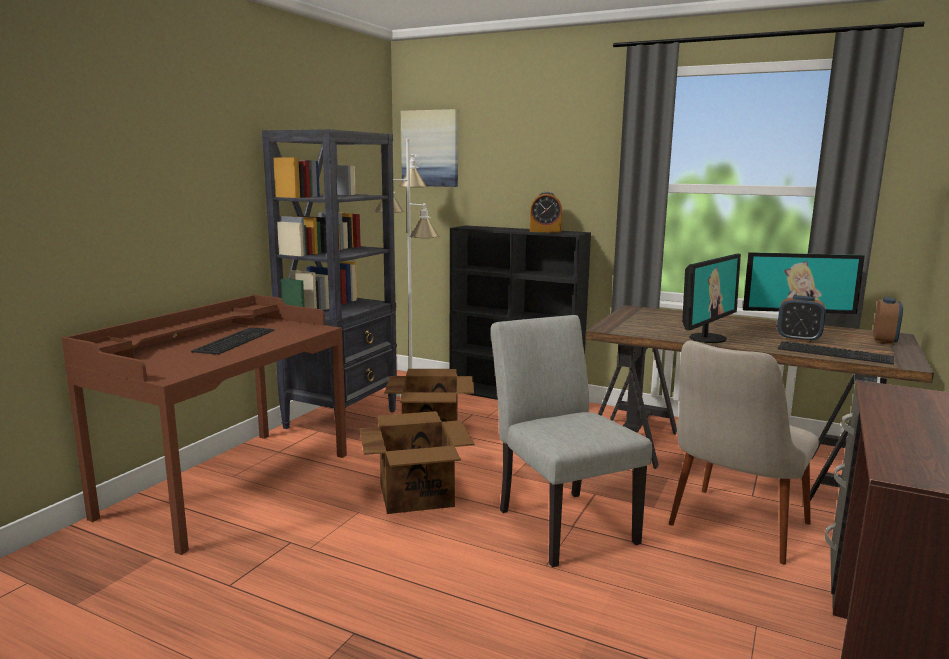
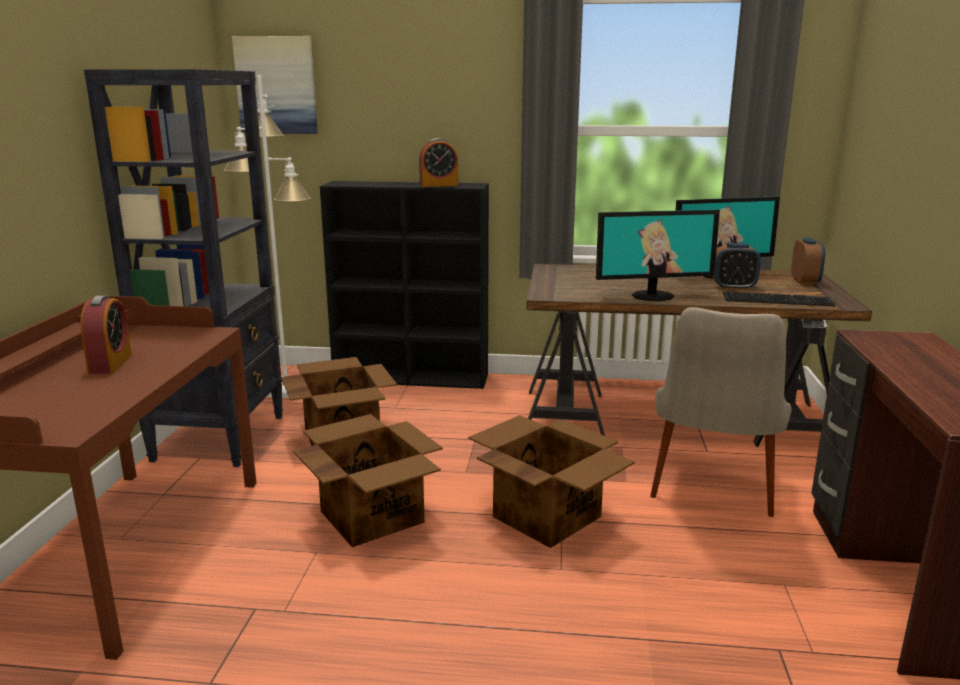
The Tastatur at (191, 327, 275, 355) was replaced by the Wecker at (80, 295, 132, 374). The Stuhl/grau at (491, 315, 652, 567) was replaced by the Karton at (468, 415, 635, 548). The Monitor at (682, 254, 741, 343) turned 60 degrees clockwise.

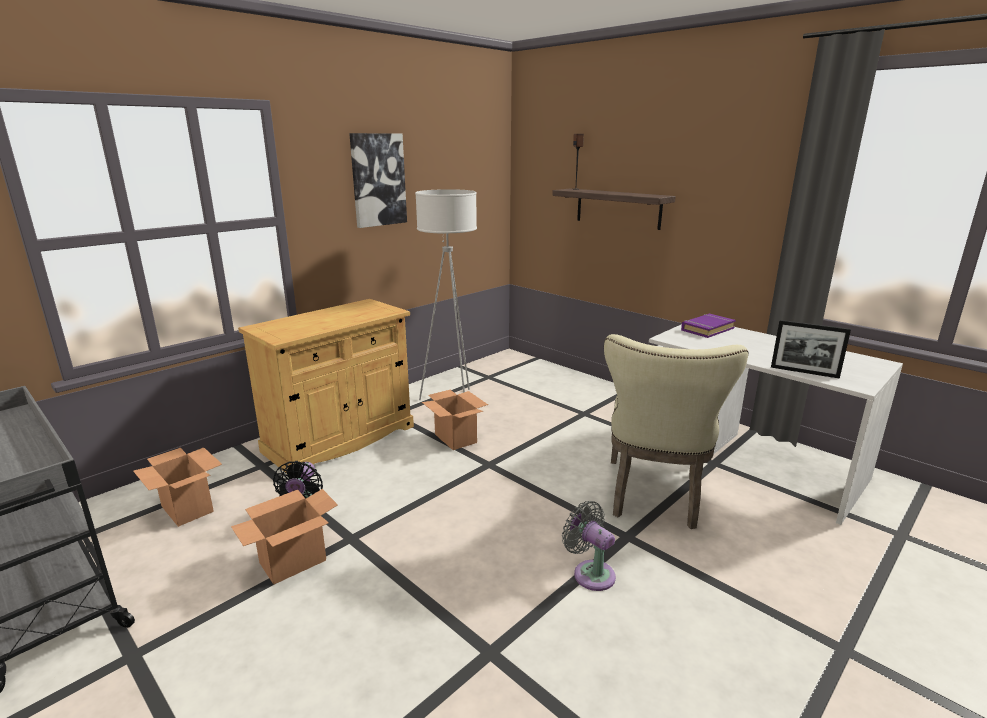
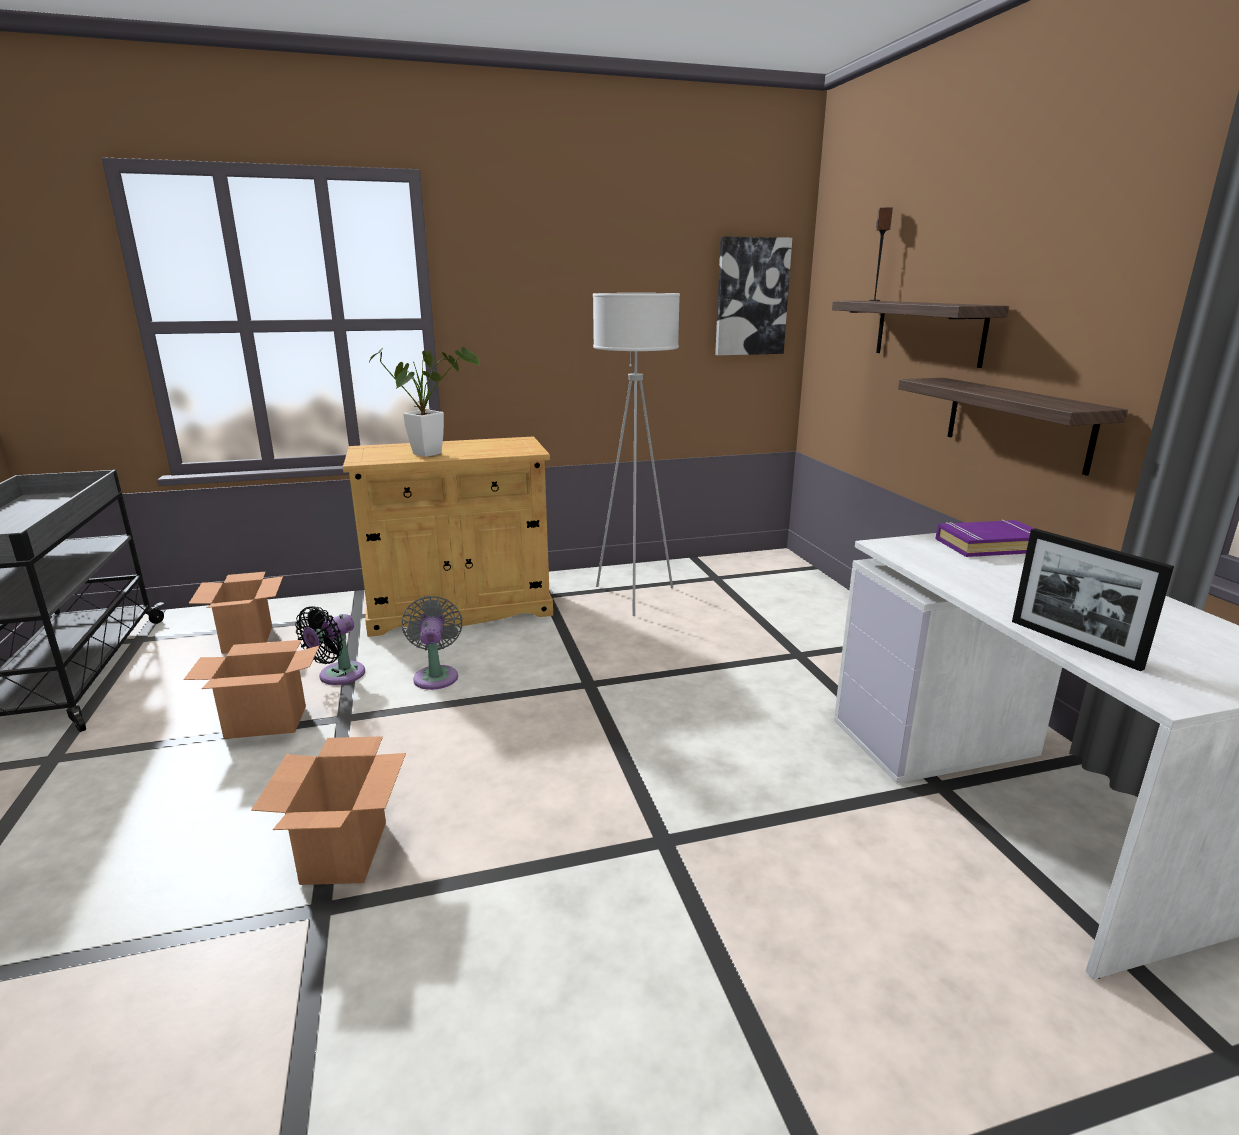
The Stuhl/beige at (604, 334, 749, 529) disappeared. The Topfpflanze at (368, 347, 480, 457) appeared. The Wandregal at (898, 378, 1128, 476) appeared. The Bild moved from (349, 133, 407, 228) to (715, 237, 792, 355). The Karton moved from (422, 390, 488, 450) to (251, 736, 406, 885). The Ventilator/grau moved from (562, 501, 616, 591) to (402, 596, 463, 690).

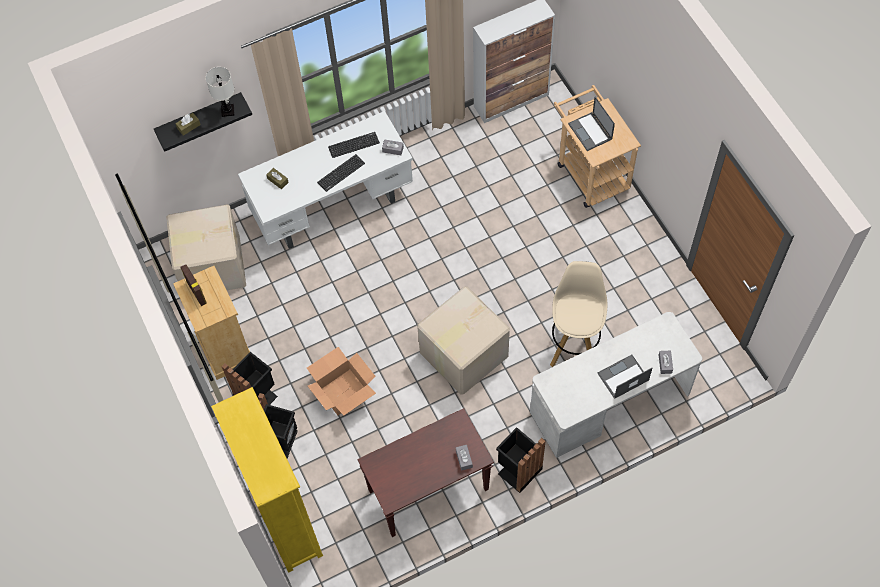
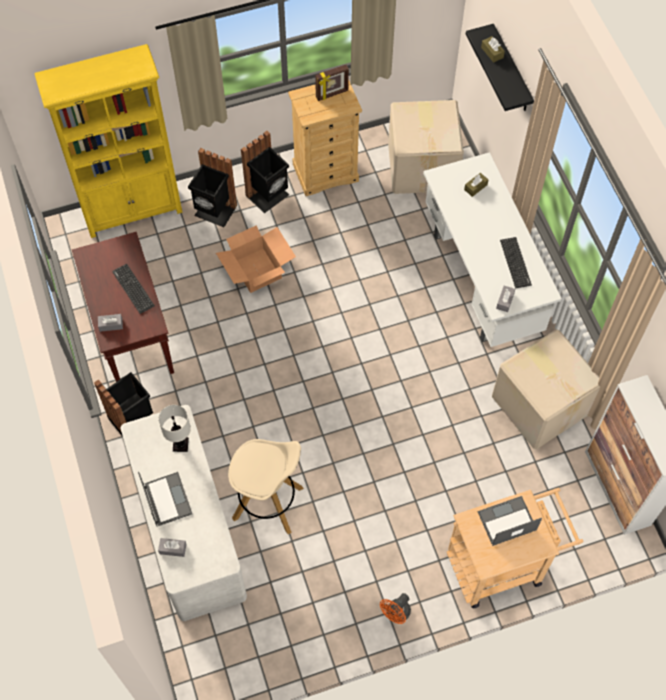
The Ventilator/orange at (380, 593, 411, 624) appeared. The Tischlampe/weiß moved from (206, 67, 235, 117) to (158, 405, 191, 452). The Tastatur moved from (317, 154, 365, 192) to (112, 264, 155, 314). The Karton moved from (417, 287, 510, 395) to (492, 330, 600, 449).

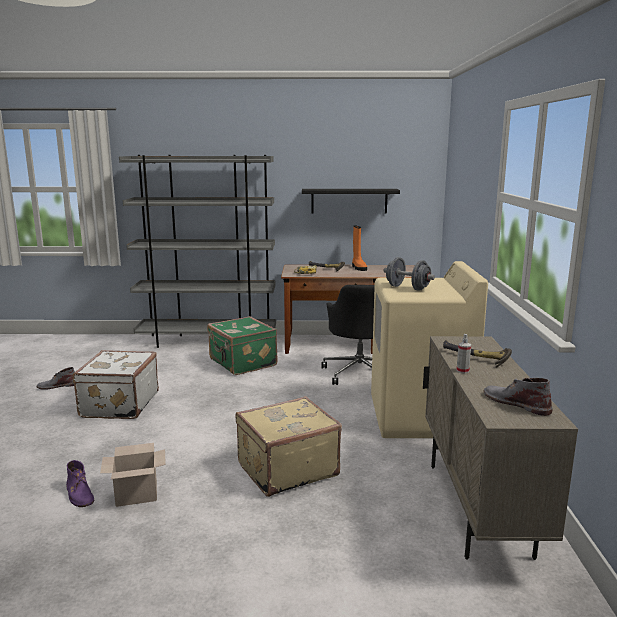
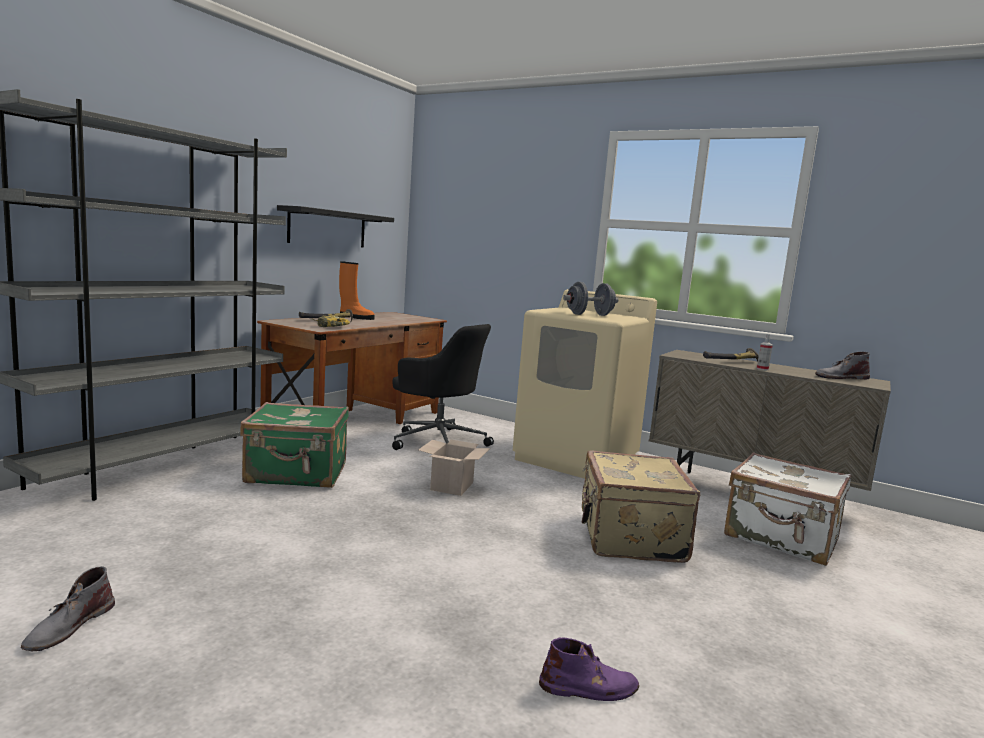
The Koffer/weiß moved from (72, 350, 159, 419) to (724, 452, 851, 566). The Karton moved from (100, 443, 166, 507) to (418, 440, 490, 496).

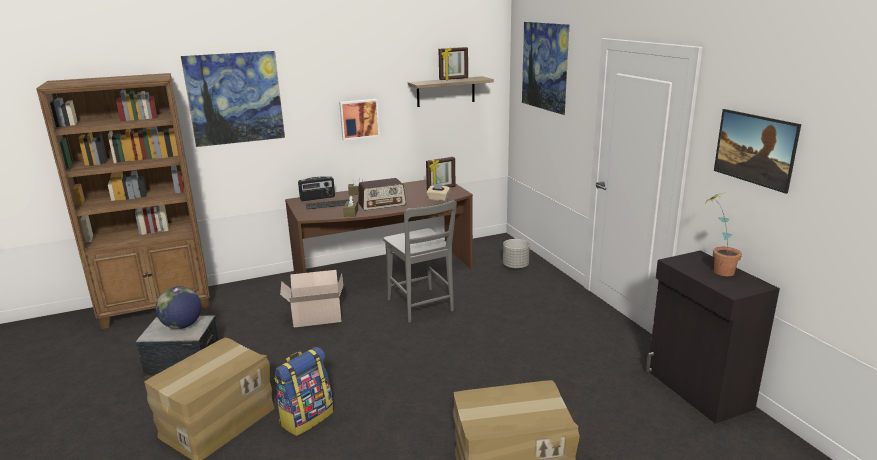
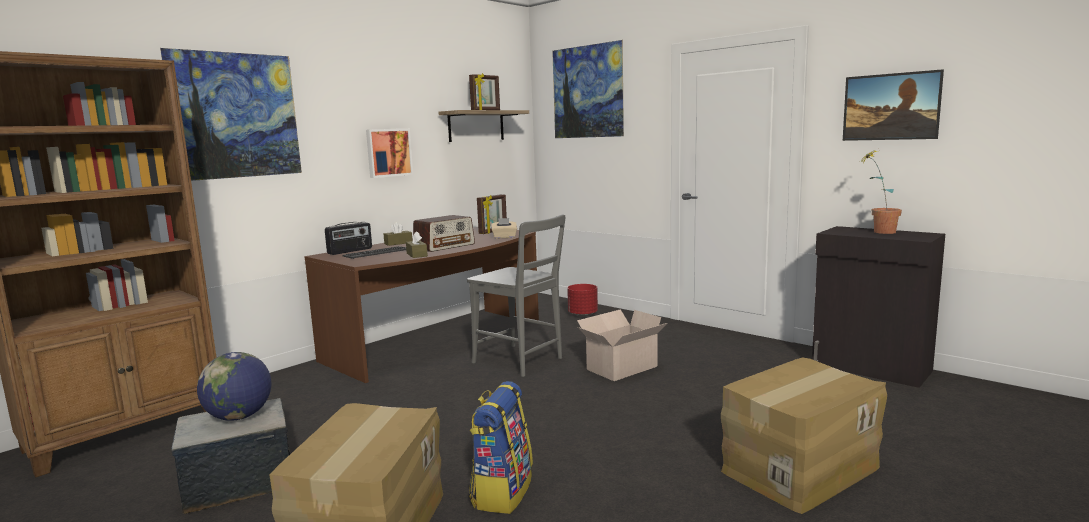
The Karton moved from (280, 270, 343, 328) to (577, 309, 667, 381). The Pflanzkübel/grau at (503, 239, 530, 269) became the Pflanzkübel/rot at (567, 284, 598, 316).

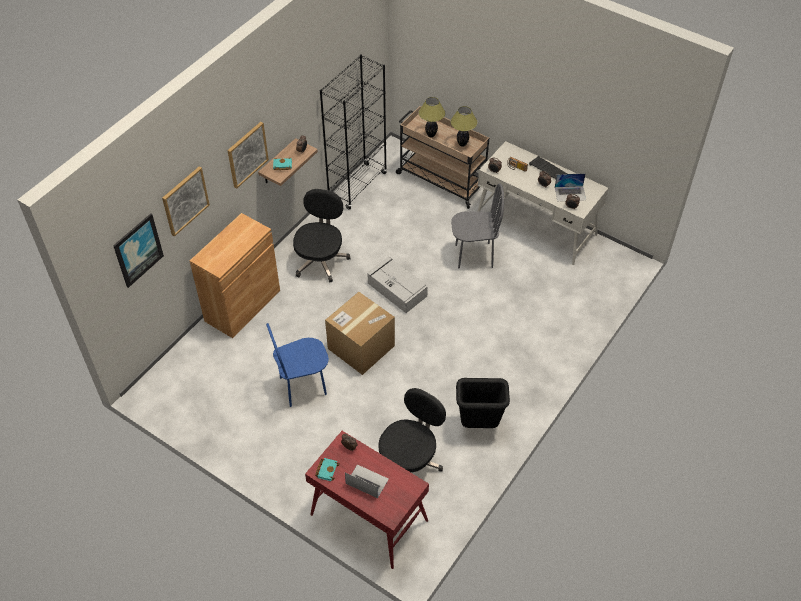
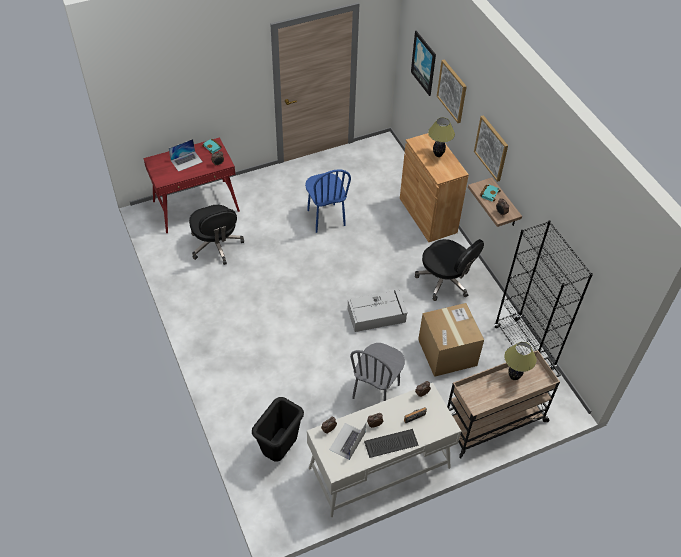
The Karton moved from (325, 292, 395, 375) to (418, 303, 484, 377). The Tischlampe moved from (450, 106, 478, 147) to (428, 117, 455, 157). The Mülleimer/schwarz moved from (456, 378, 510, 428) to (252, 397, 304, 462). The Stuhl/blau at (266, 323, 329, 407) turned 150 degrees clockwise.

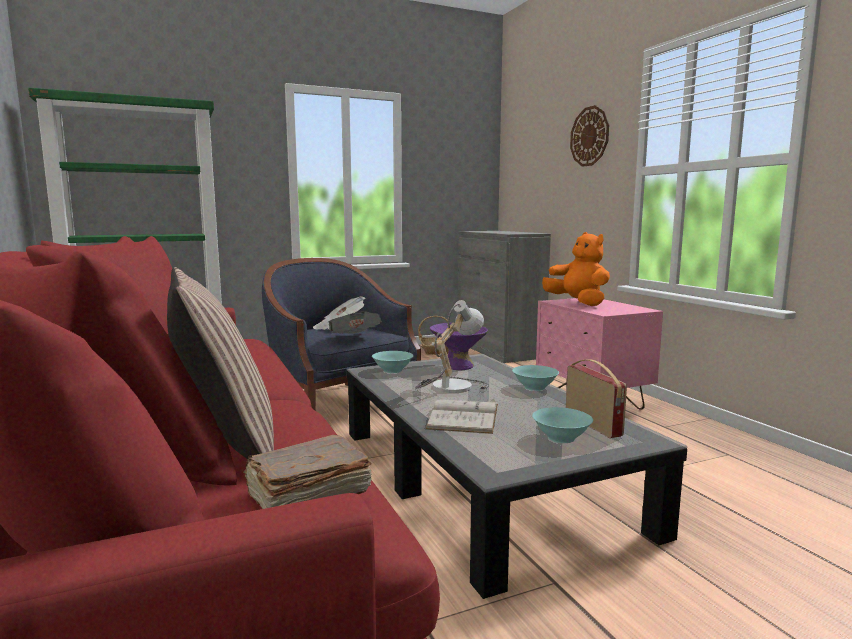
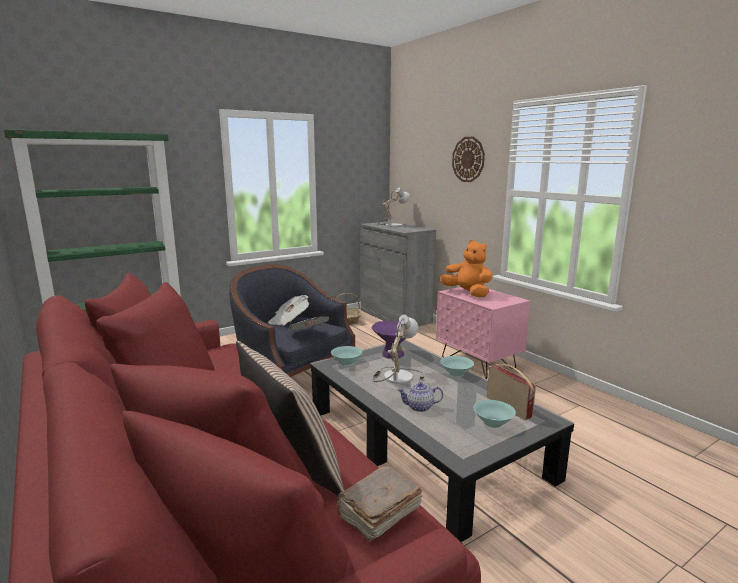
The Tischlampe at (377, 187, 410, 227) appeared. The Buch/weiß at (426, 399, 498, 434) was replaced by the Teekanne at (397, 382, 443, 412).

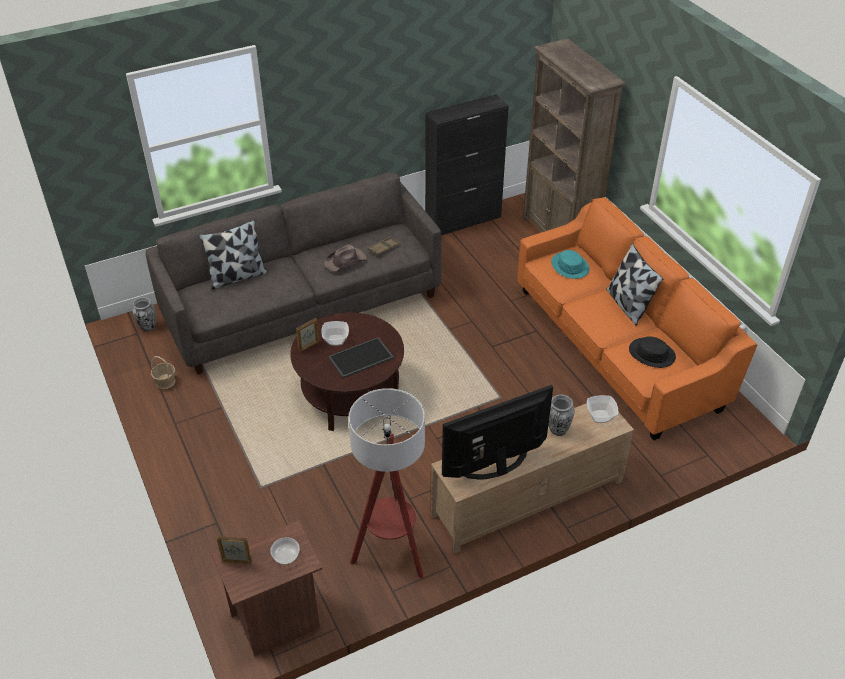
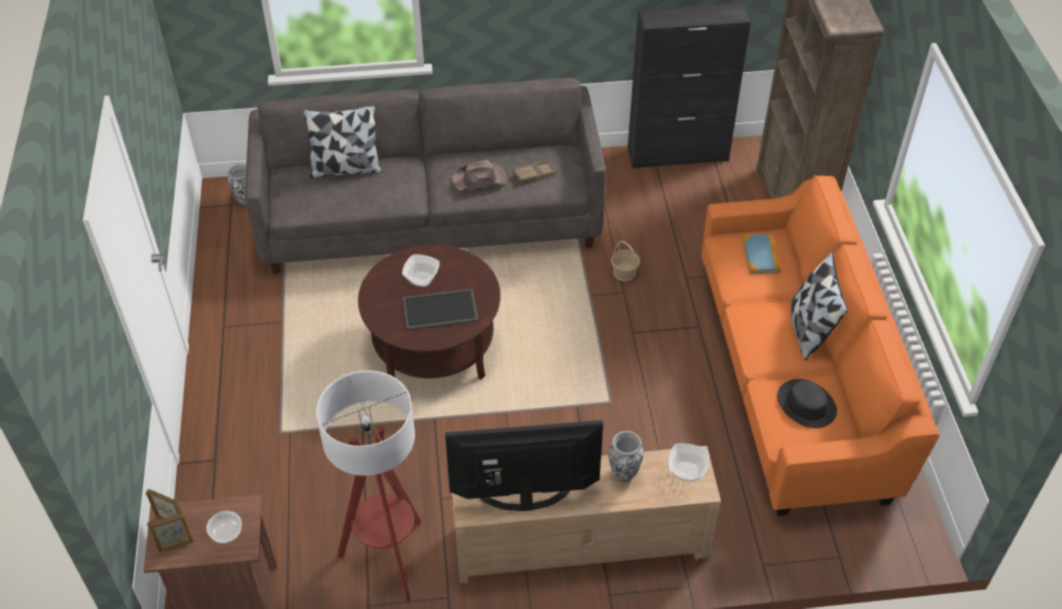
The Korb moved from (151, 356, 176, 389) to (611, 241, 640, 281). The Bilderrahmen moved from (296, 318, 319, 352) to (147, 513, 193, 552). The Hut/türkis at (551, 250, 590, 279) was replaced by the Buch at (742, 234, 781, 274).

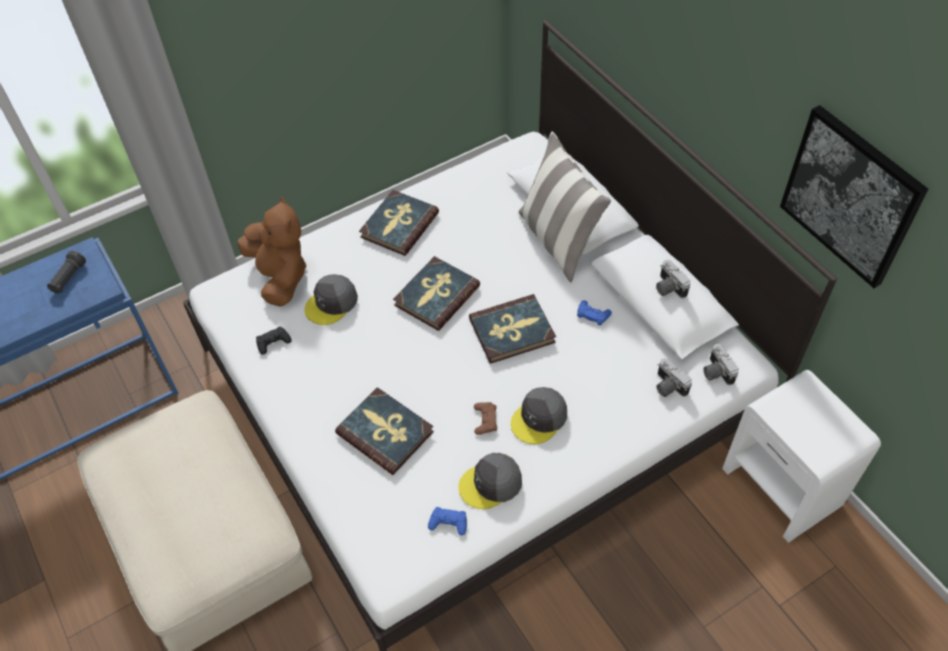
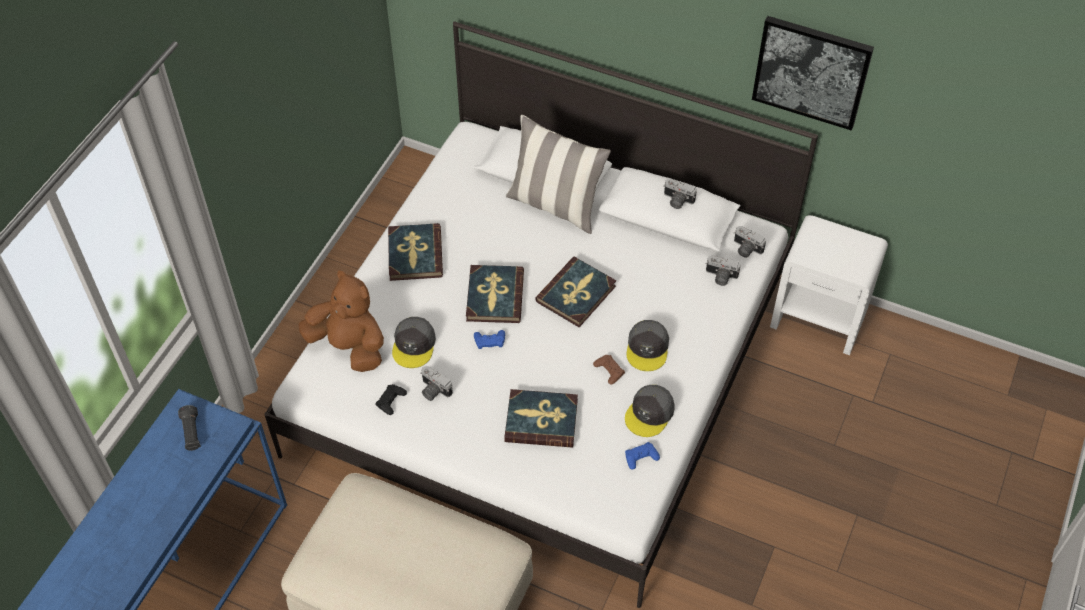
The Kamera at (420, 366, 453, 401) appeared. The Gamepad/blau moved from (577, 300, 612, 325) to (474, 330, 505, 349).

